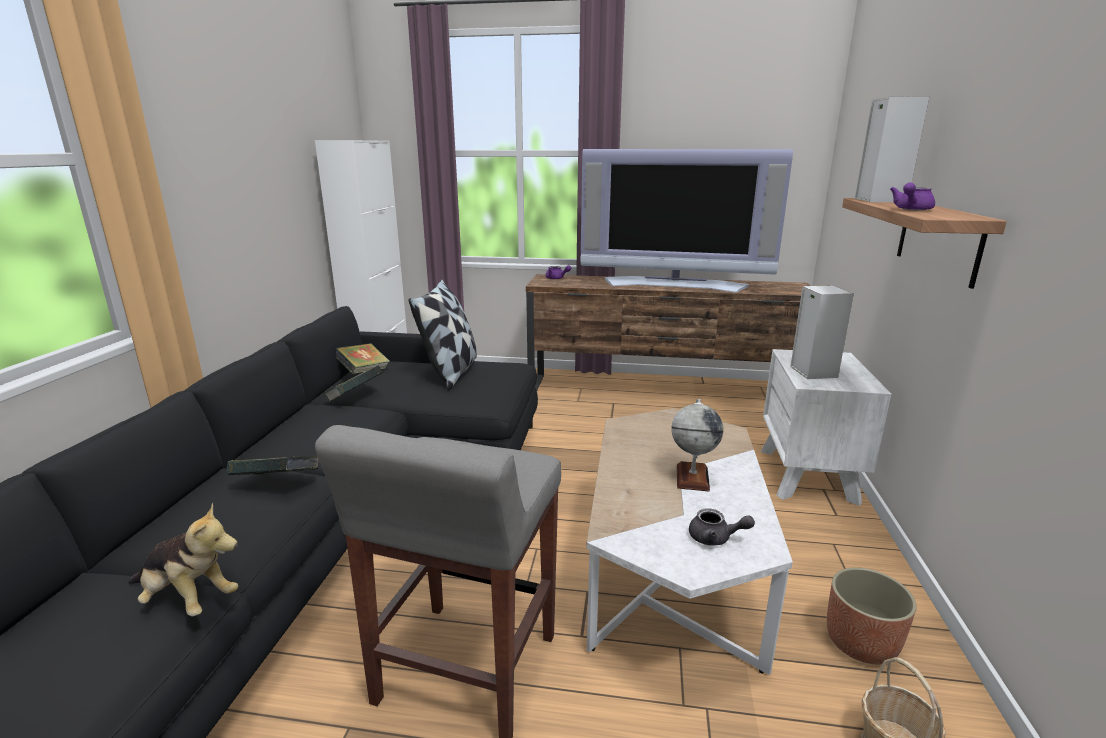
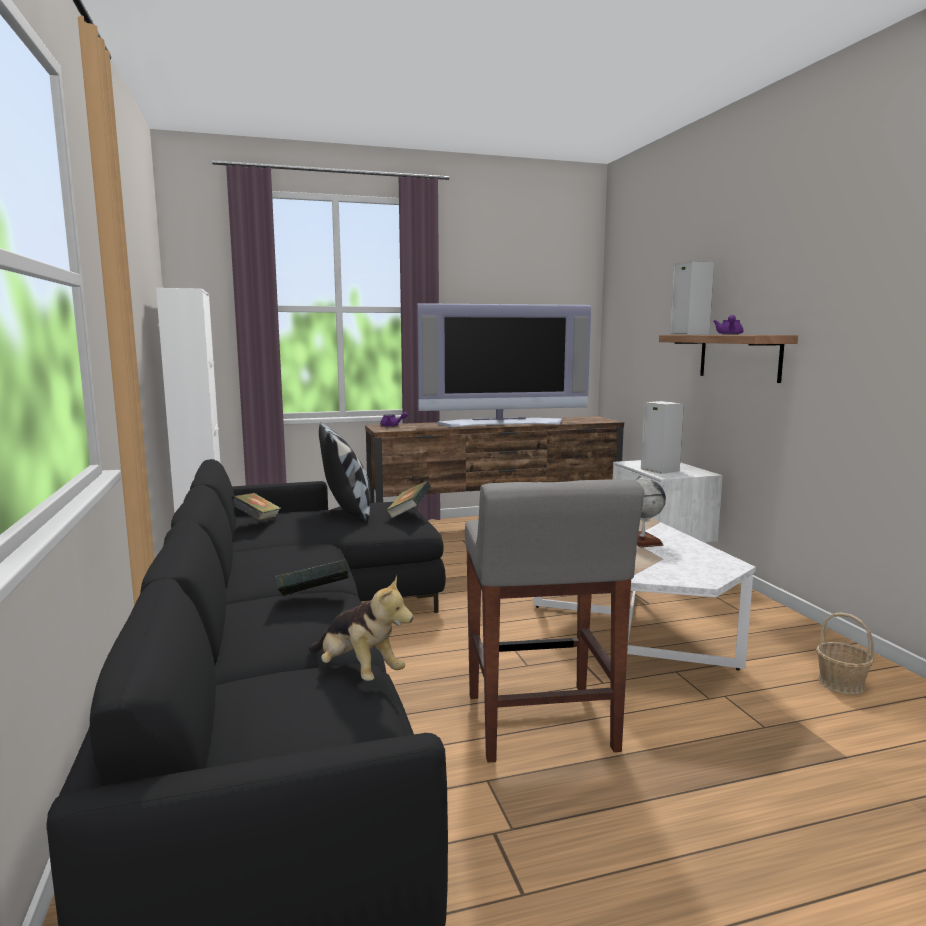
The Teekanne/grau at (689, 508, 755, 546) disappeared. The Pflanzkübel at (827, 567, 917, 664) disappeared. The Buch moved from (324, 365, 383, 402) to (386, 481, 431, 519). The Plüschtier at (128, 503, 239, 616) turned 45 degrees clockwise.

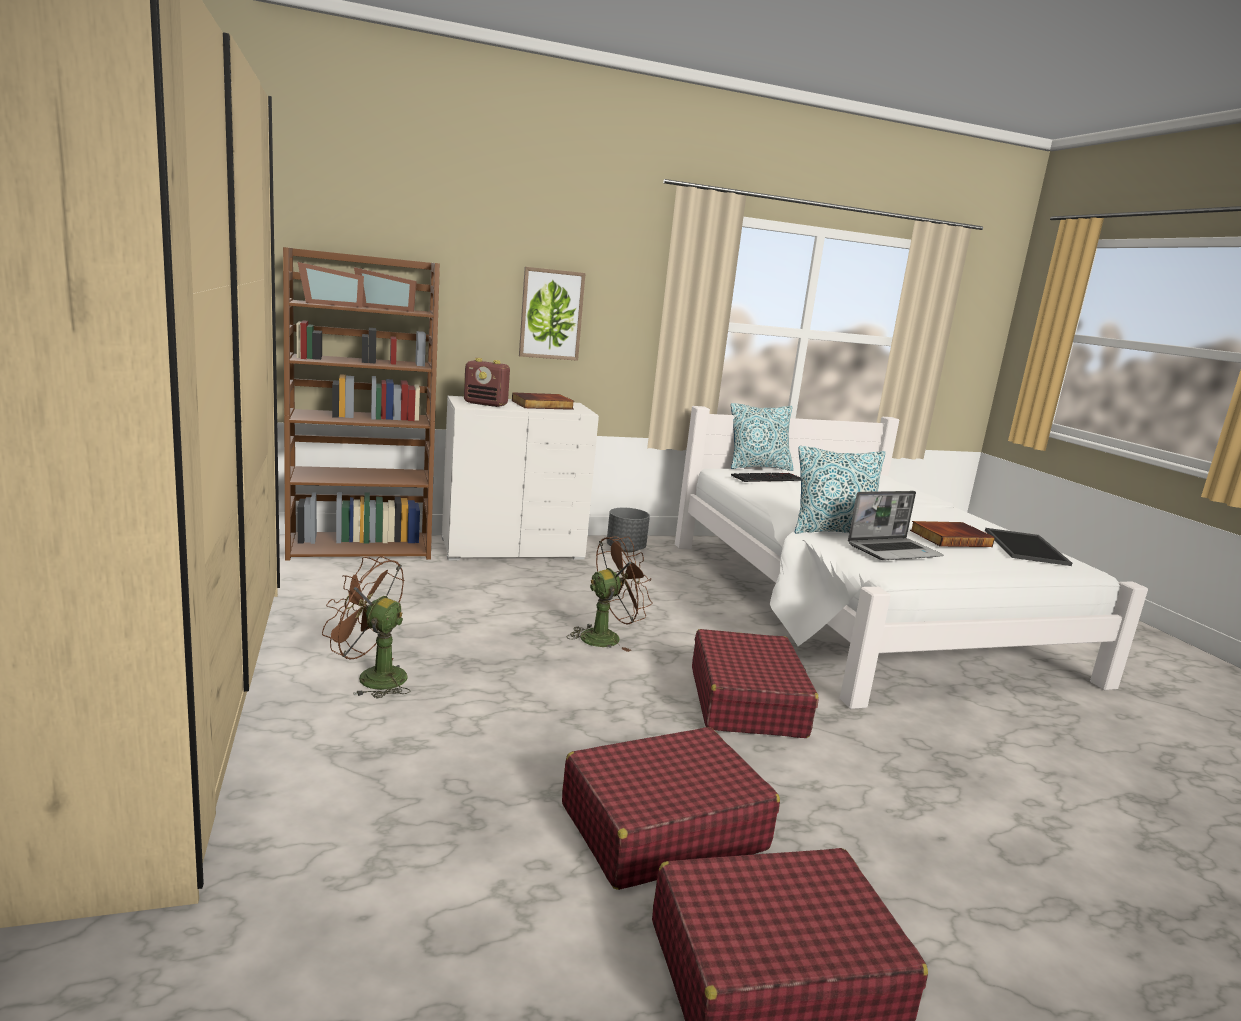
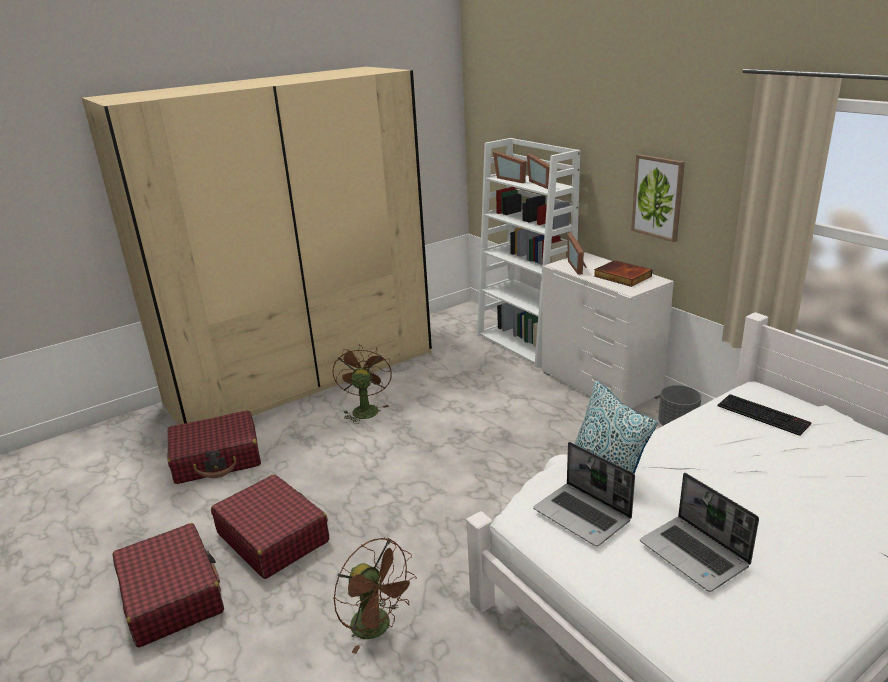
The Kissen at (731, 403, 794, 471) disappeared. The Tablett at (985, 528, 1072, 566) disappeared. The Ventilator/braun moved from (567, 536, 653, 652) to (334, 538, 417, 654). The Koffer/rot moved from (692, 629, 819, 738) to (168, 410, 261, 484). The Radio at (464, 358, 510, 407) was replaced by the Bilderrahmen at (567, 233, 587, 275). The Buch at (910, 521, 995, 547) was replaced by the Laptop at (640, 473, 759, 592). The Bücherregal/braun at (283, 247, 440, 561) became the Bücherregal/weiß at (477, 138, 580, 368).

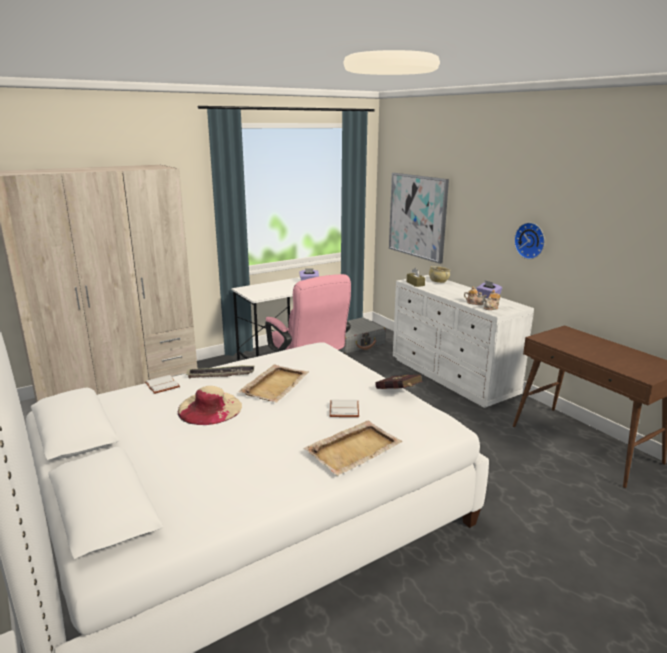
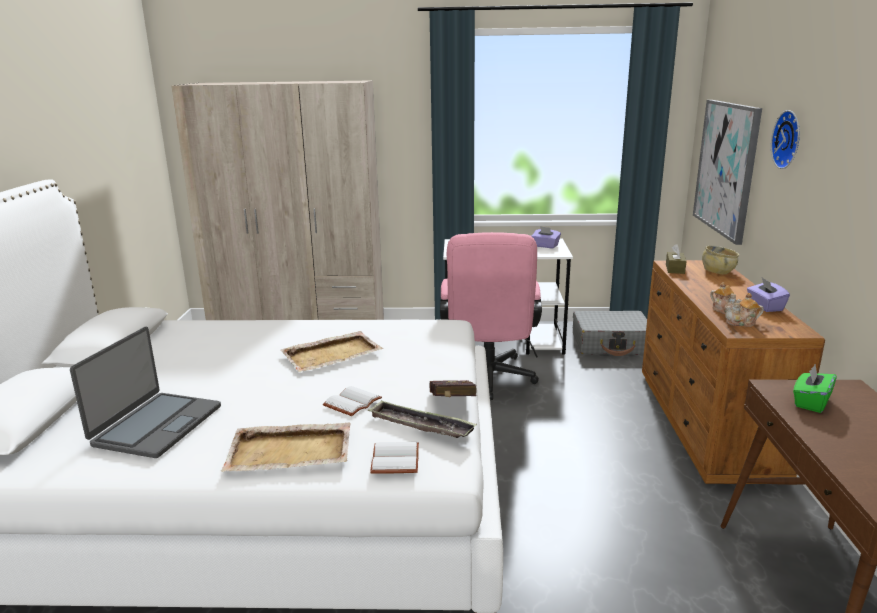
The Hut/beige at (178, 386, 242, 425) disappeared. The Laptop at (70, 327, 221, 458) appeared. The Taschentuchbox/grün at (793, 364, 836, 413) appeared. The Buch/weiß moved from (145, 375, 180, 394) to (370, 442, 419, 474). The Tablett moved from (186, 365, 254, 378) to (368, 400, 477, 438). The Wanduhr moved from (514, 222, 545, 259) to (771, 110, 800, 169). The Kommode/weiß at (393, 275, 534, 408) became the Kommode/braun at (642, 260, 825, 484).

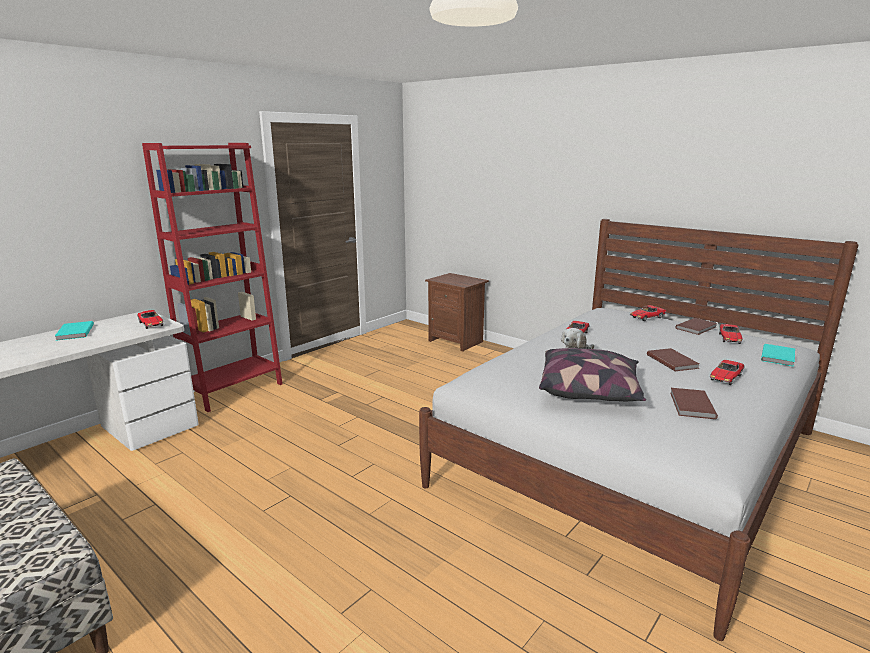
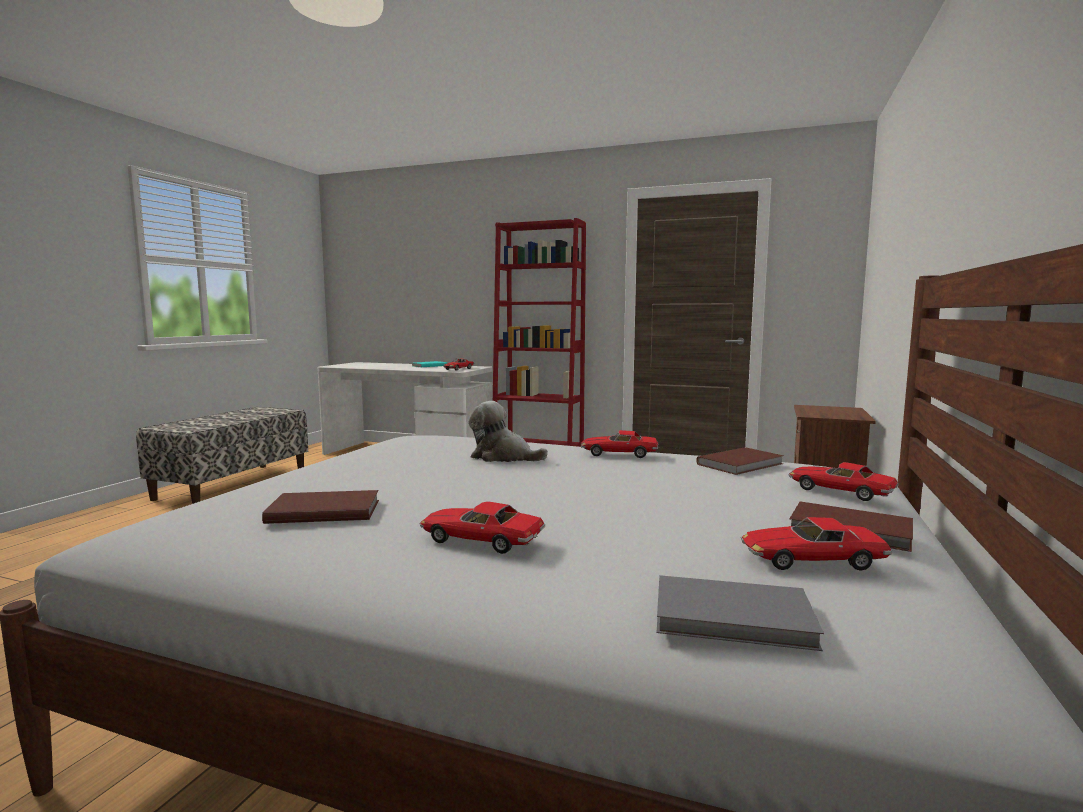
The Kissen at (539, 348, 646, 401) disappeared. The Buch/braun moved from (647, 348, 699, 371) to (696, 447, 784, 475). The Buch/türkis at (761, 344, 795, 367) became the Buch/grau at (657, 575, 824, 651).

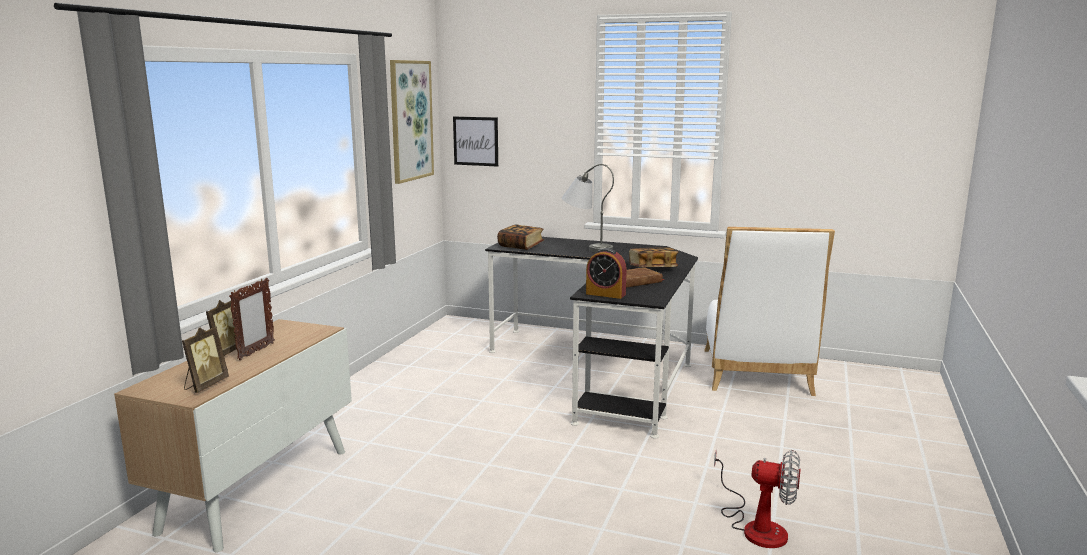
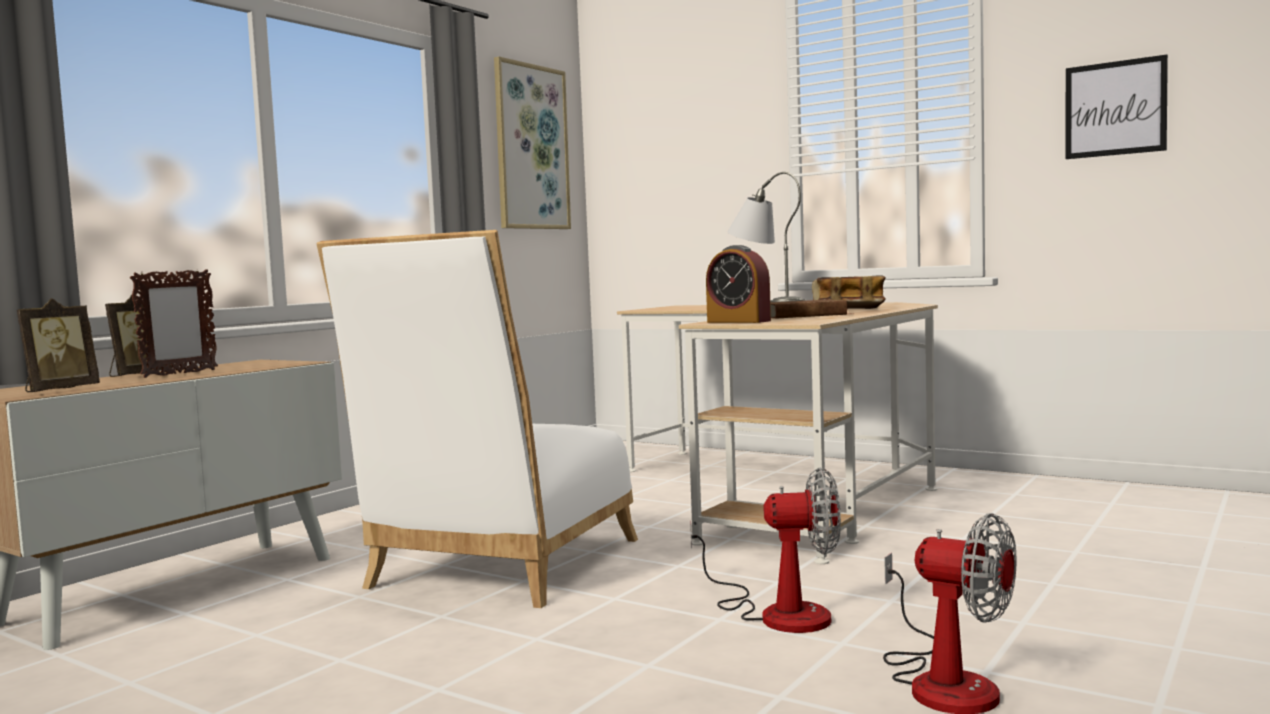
The Buch at (497, 224, 544, 250) disappeared. The Ventilator at (690, 467, 841, 633) appeared. The Bild moved from (453, 117, 498, 167) to (1066, 55, 1168, 159). The Stuhl/weiß moved from (705, 227, 835, 396) to (316, 230, 638, 608). The Schreibtisch/schwarz at (485, 237, 698, 439) became the Schreibtisch/beige at (617, 302, 938, 564).

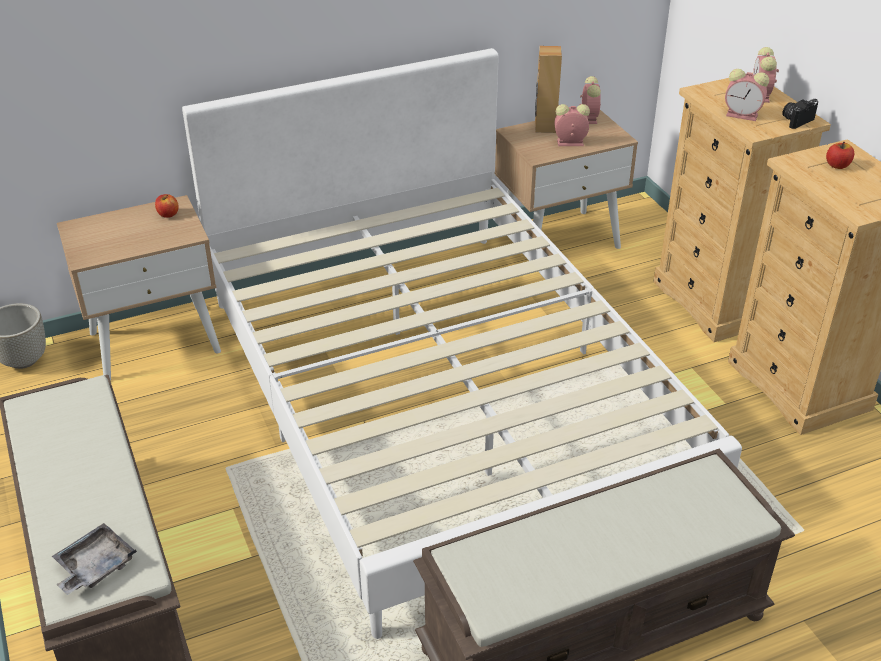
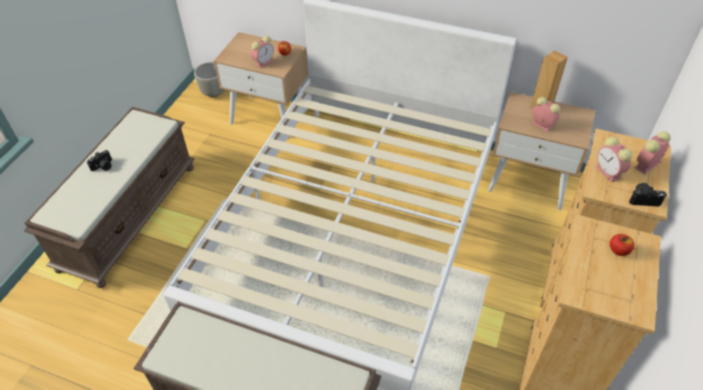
The Tablett/grau at (52, 523, 137, 595) disappeared. The Kamera at (87, 150, 112, 171) appeared. The Wecker moved from (579, 76, 601, 124) to (251, 36, 274, 68).

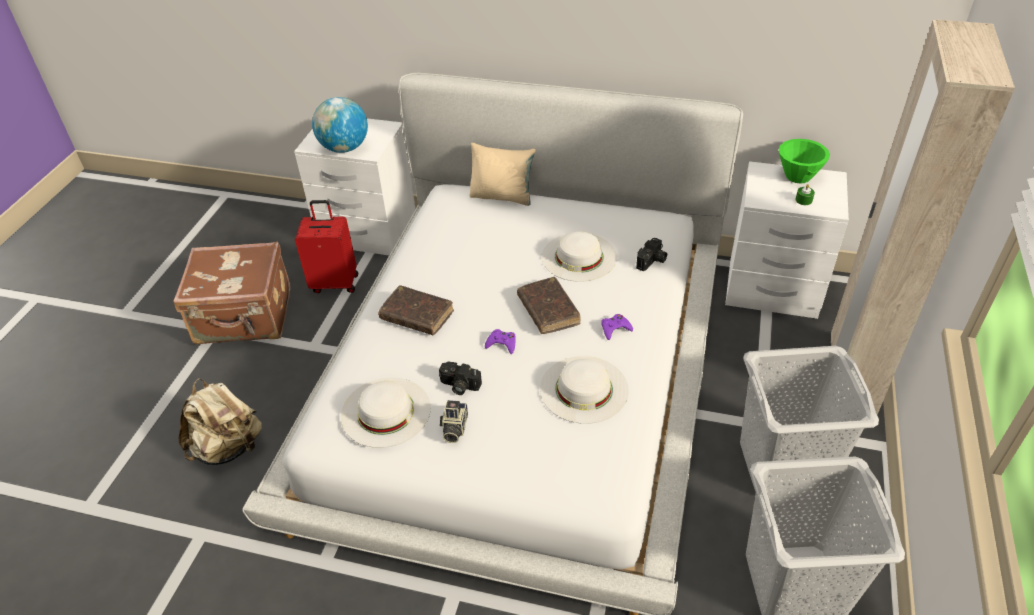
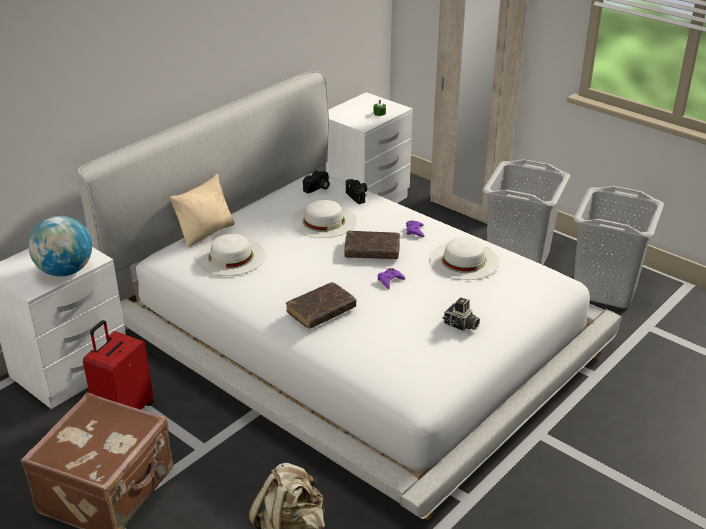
The Schüssel/grün at (779, 139, 830, 184) disappeared. The Hut/weiß moved from (341, 378, 431, 448) to (196, 234, 266, 276). The Kamera moved from (439, 361, 482, 395) to (303, 171, 330, 194).

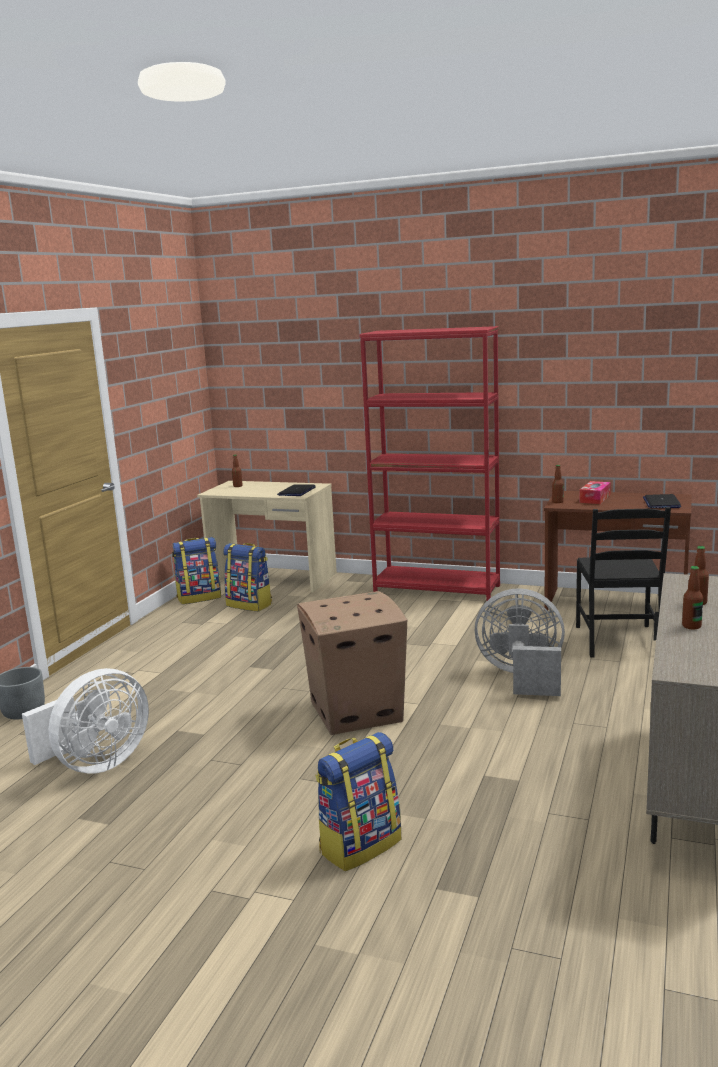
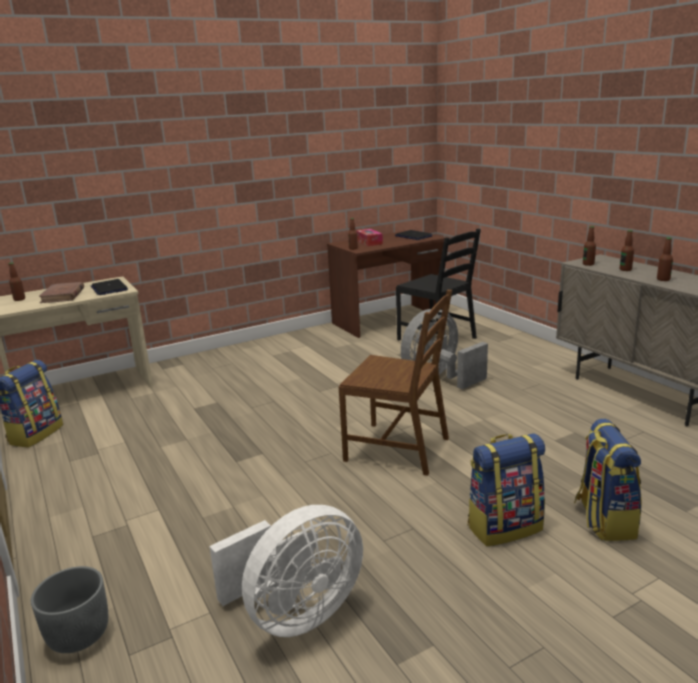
The Bücherregal/rot at (359, 326, 500, 602) disappeared. The Buch/braun at (39, 282, 84, 303) appeared. The Flasche at (583, 226, 596, 266) appeared. The Rucksack moved from (223, 543, 272, 611) to (467, 433, 545, 547). The Karton at (297, 591, 407, 735) was replaced by the Stuhl/braun at (339, 290, 452, 476). The Ventilator/weiß at (22, 668, 149, 774) turned 60 degrees clockwise.

